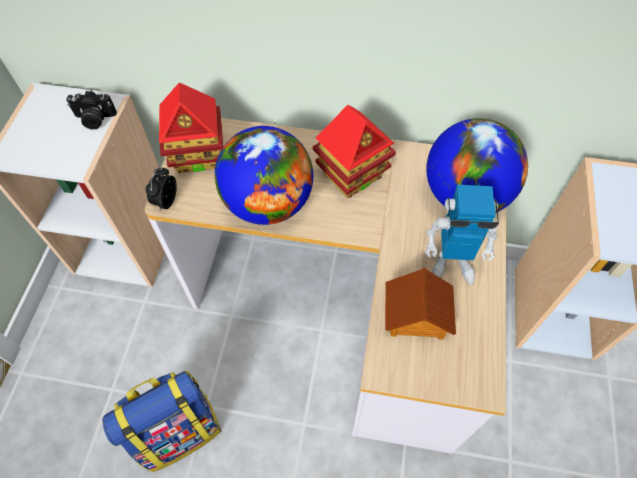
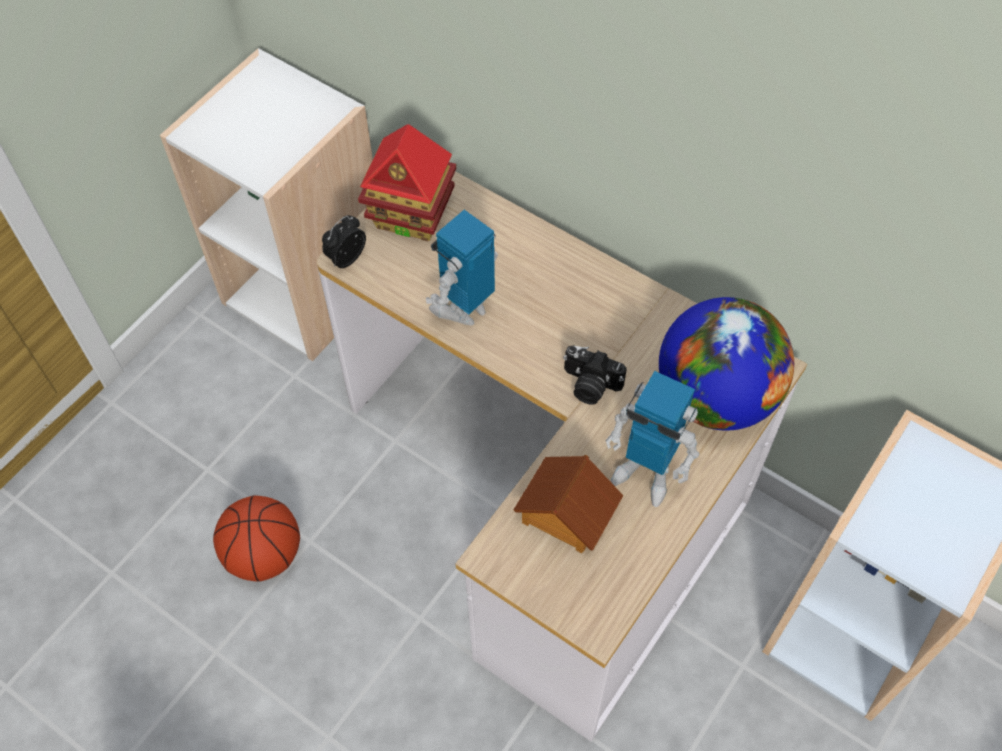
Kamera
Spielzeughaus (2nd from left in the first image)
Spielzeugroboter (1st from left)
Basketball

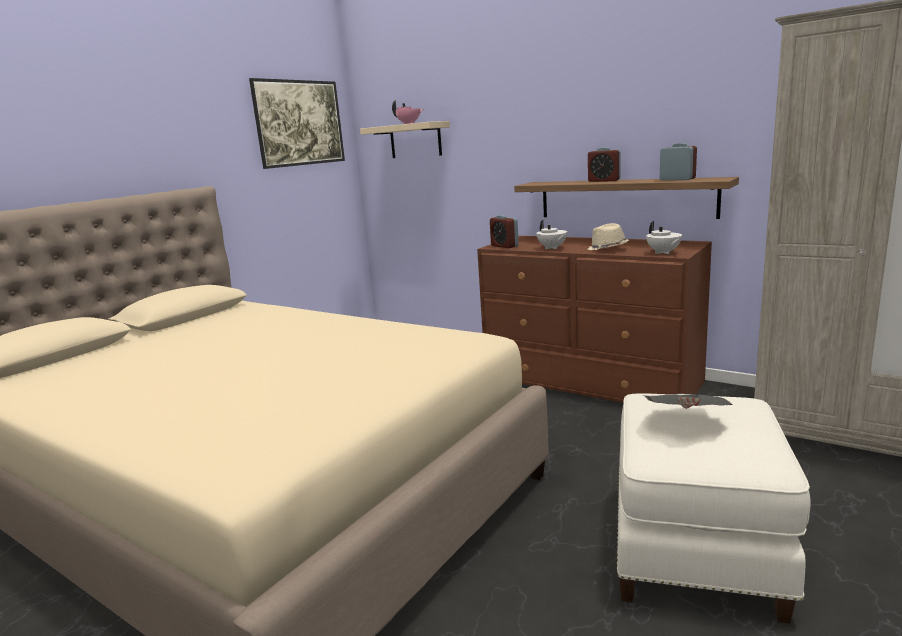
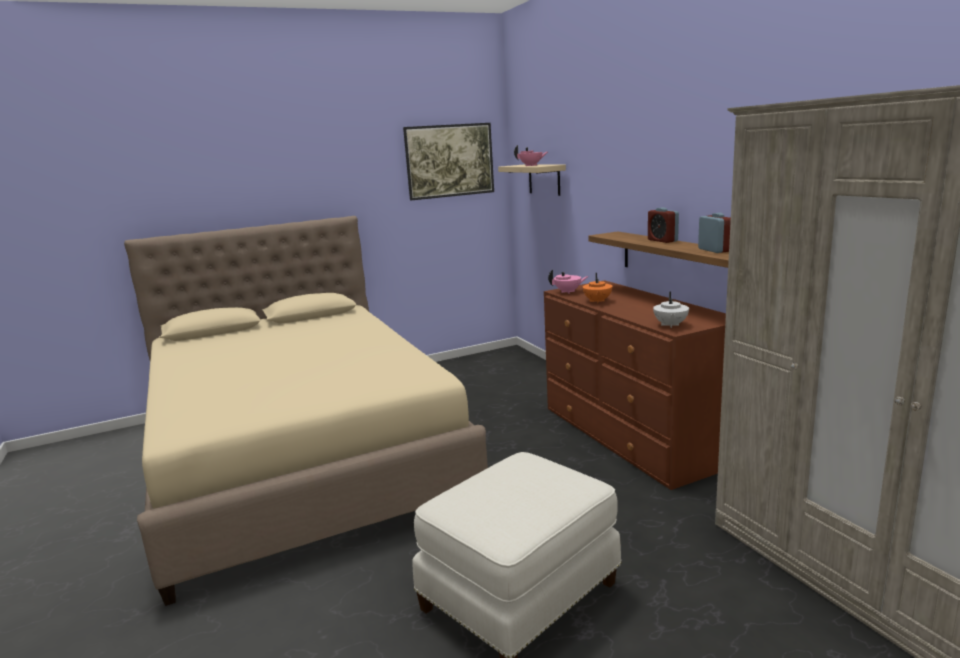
Teekanne (rosa) (2nd from left)
Teekanne (orange)
Hut (beige)
Zeitung

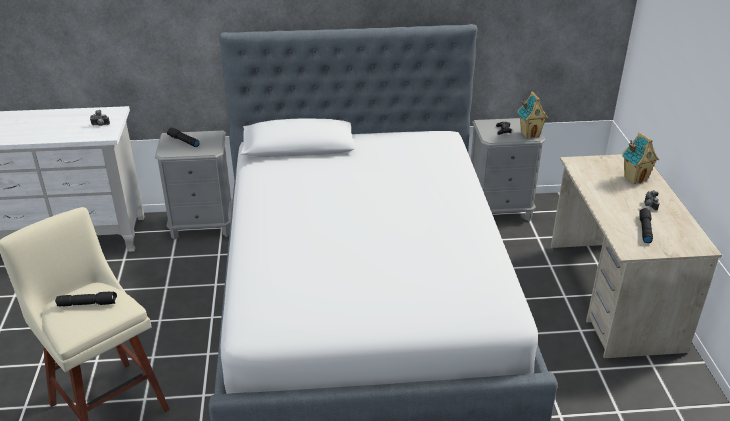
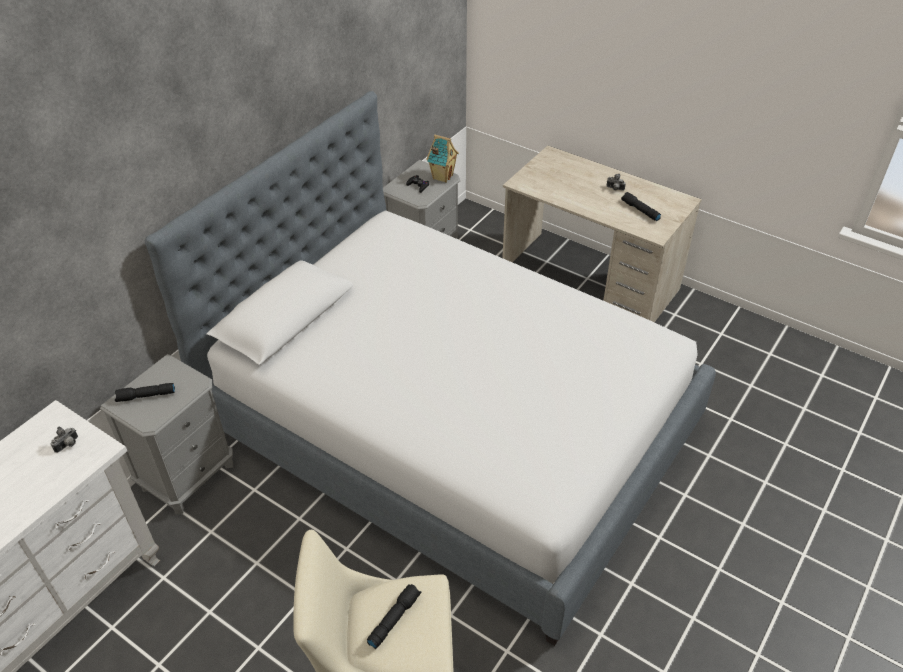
Spielzeughaus (2nd from left in the first image)

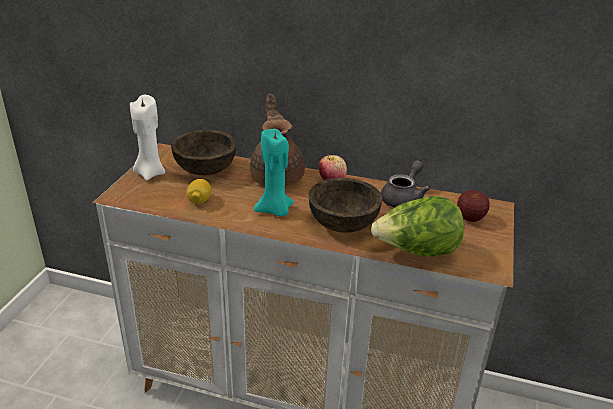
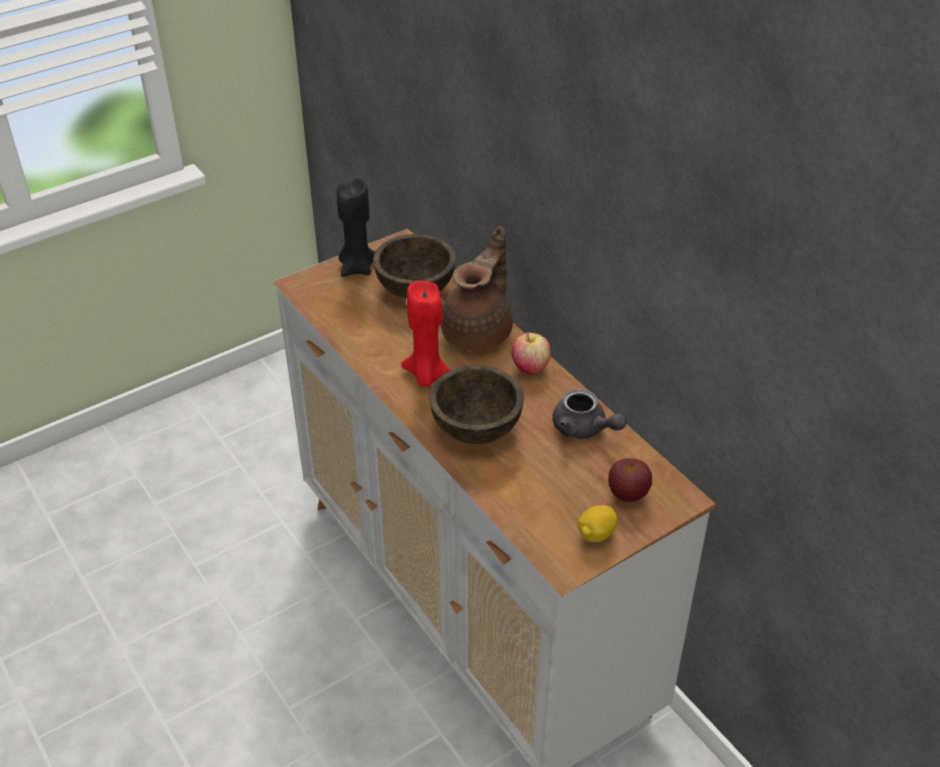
Kerze (schwarz)
Kerze (rot)
Teekanne (grau)
Zitrone
Salatkopf

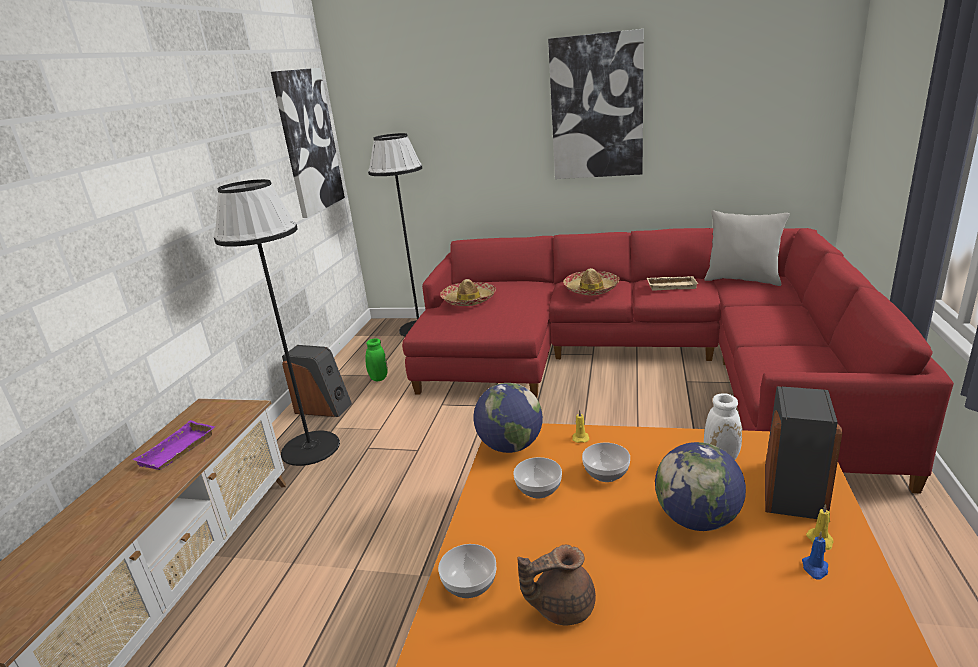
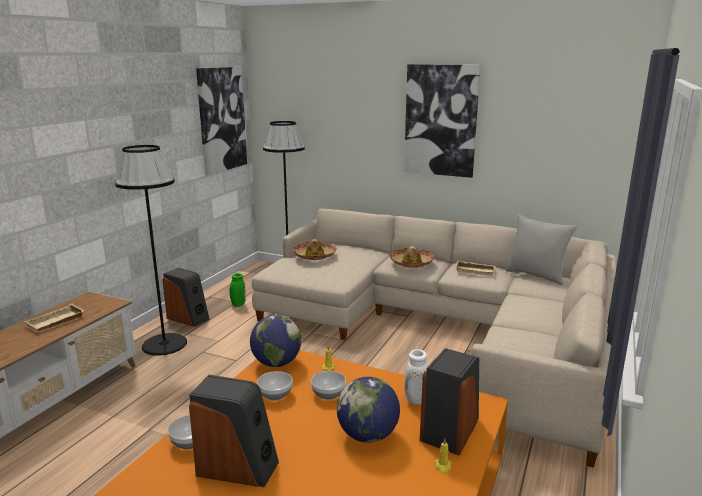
Sofa (beige)
Tablett (beige) (1st from left)
Kerze (blau)
Lautsprecher (2nd from left)

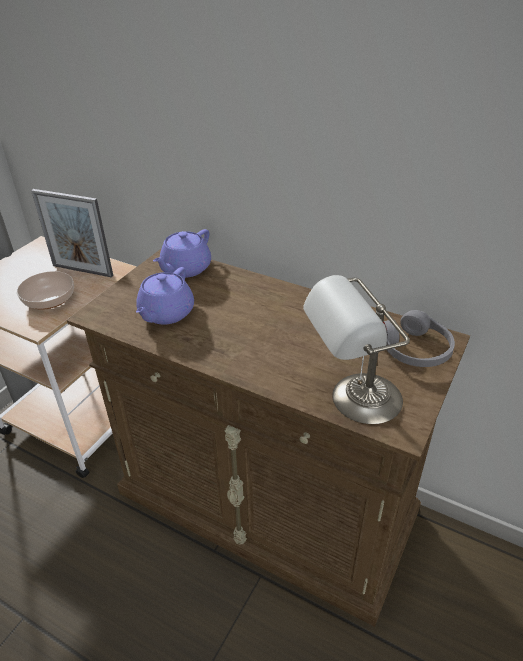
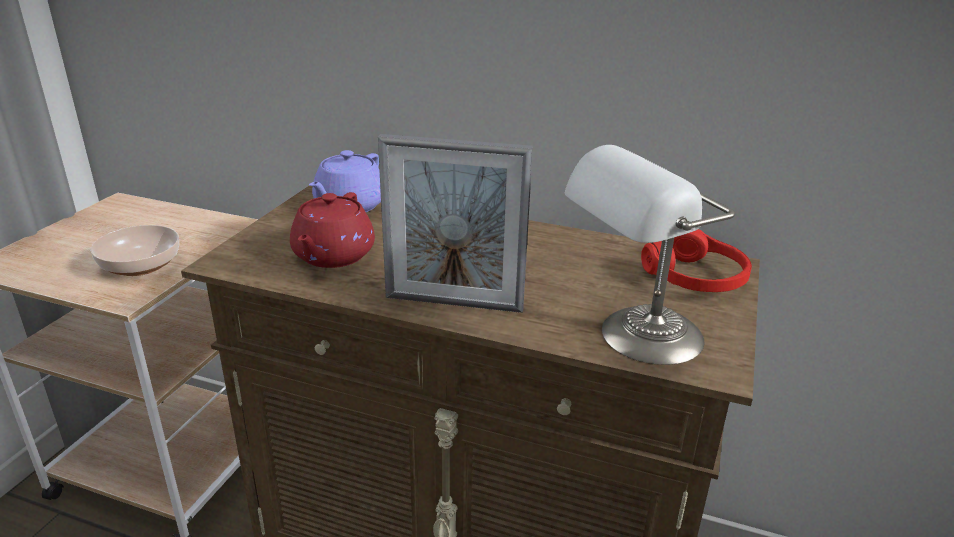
Bilderrahmen
Teekanne (rot)
Kopfhörer (rot)

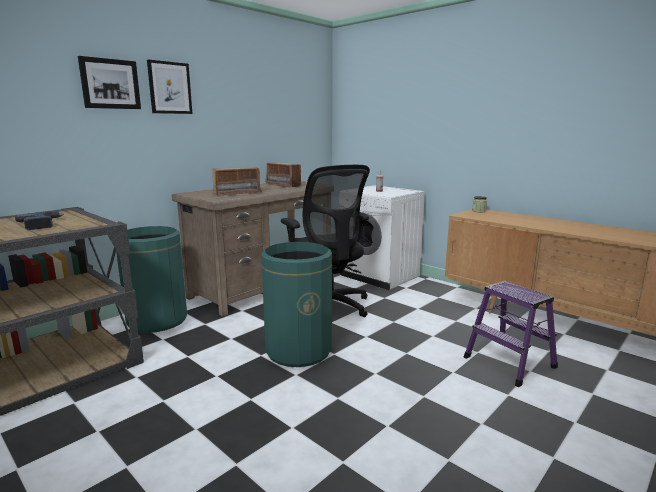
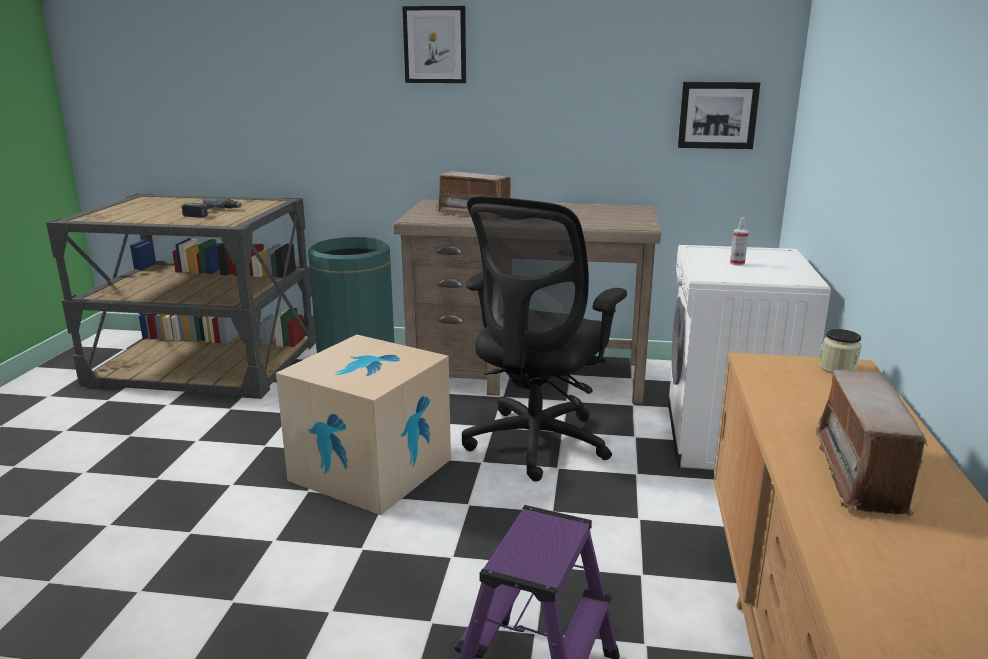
Bild (2nd from left)
Radio (2nd from left)
Karton

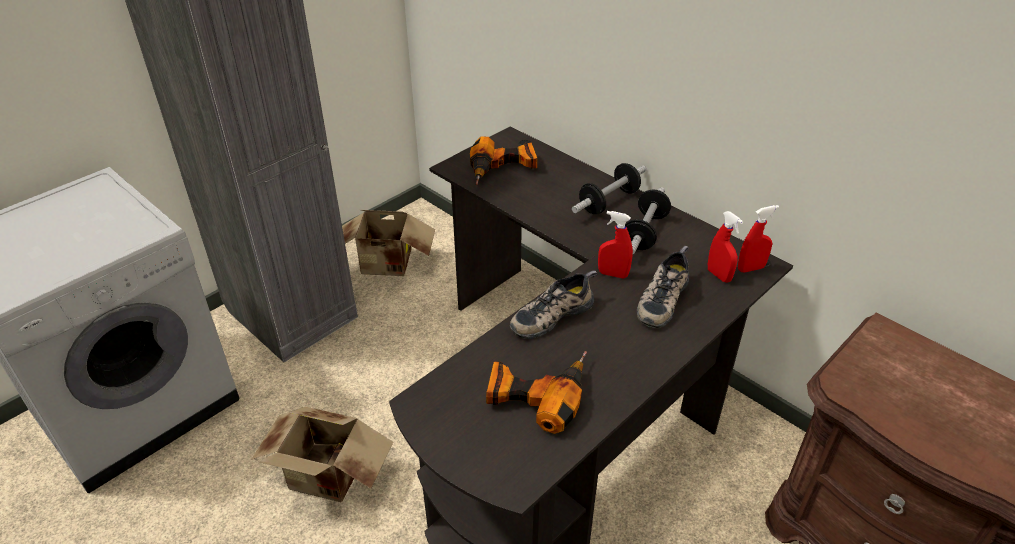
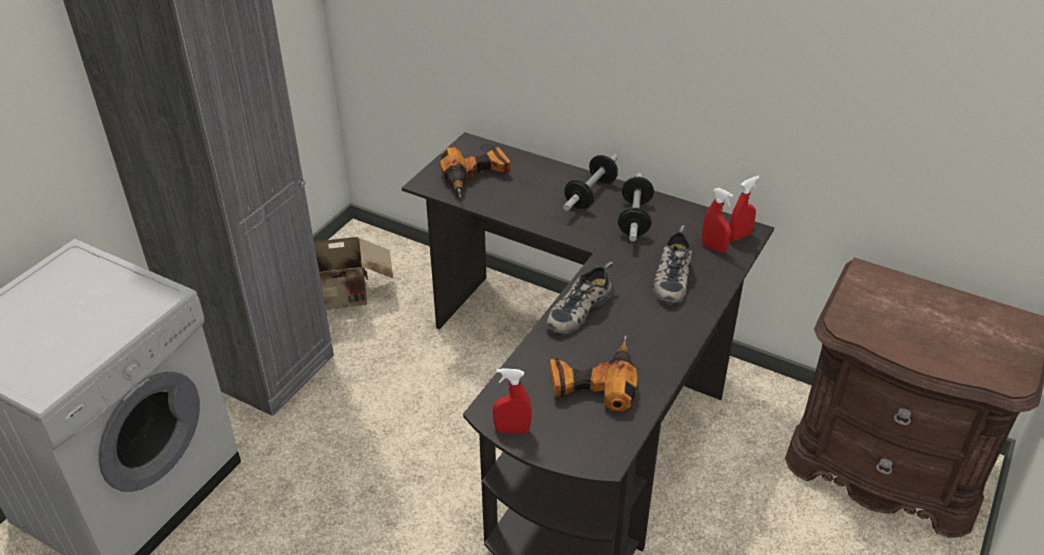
Sprühflasche (rot) (1st from left)
Karton (1st from left in the first image)

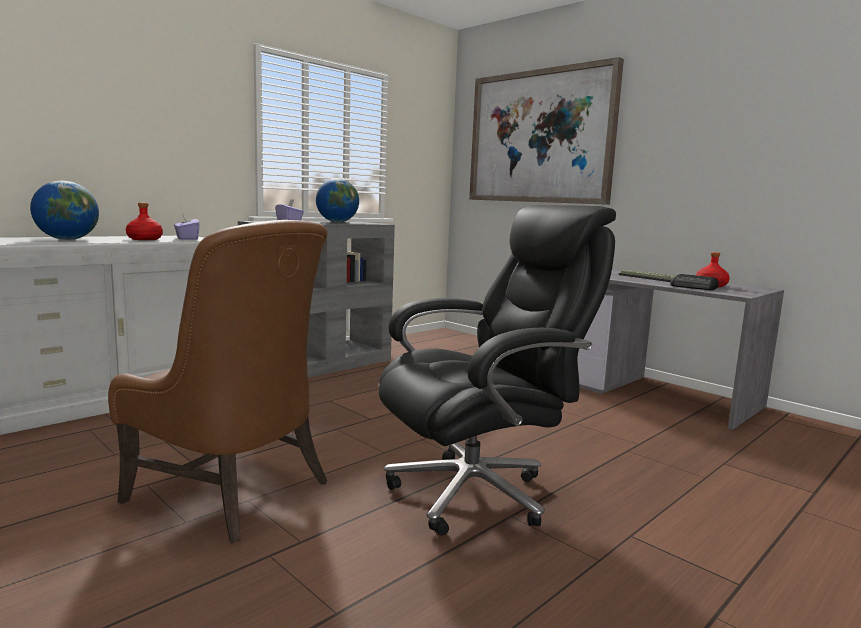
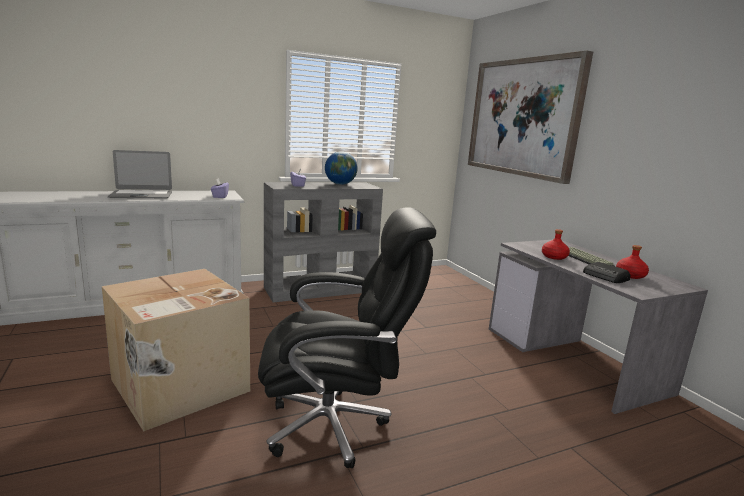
Laptop
Flasche (rot) (1st from left)
Karton

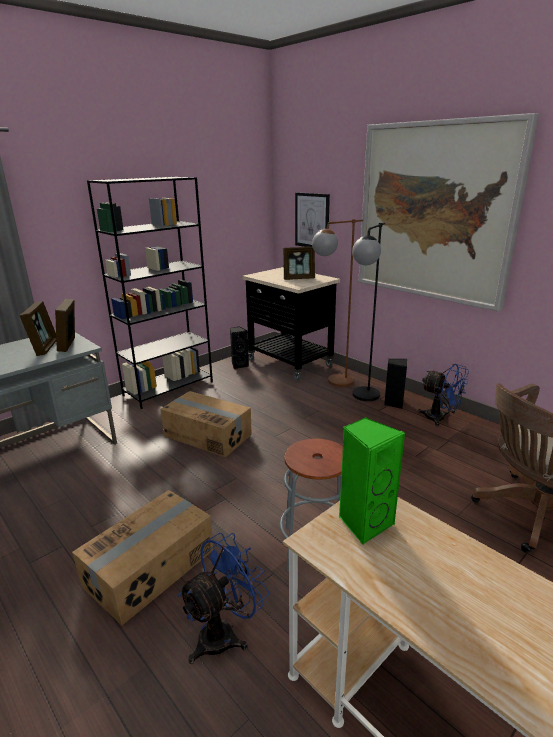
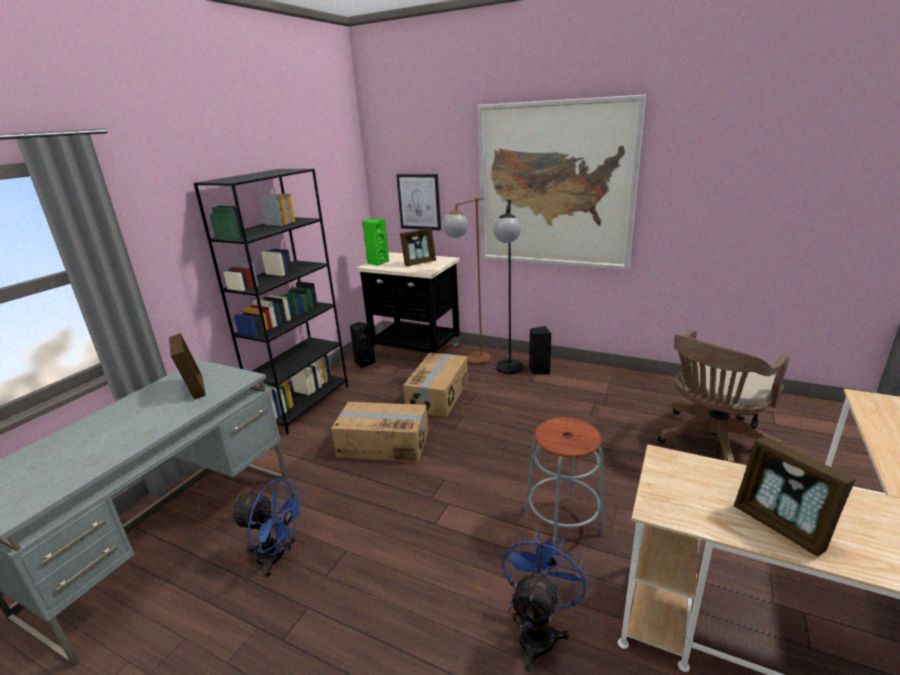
Bilderrahmen (3rd from left)
Ventilator (blau) (1st from left)
Lautsprecher (grün)
Karton (2nd from left)

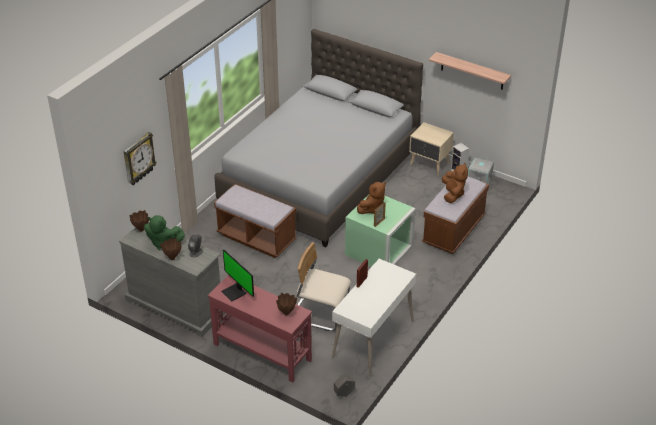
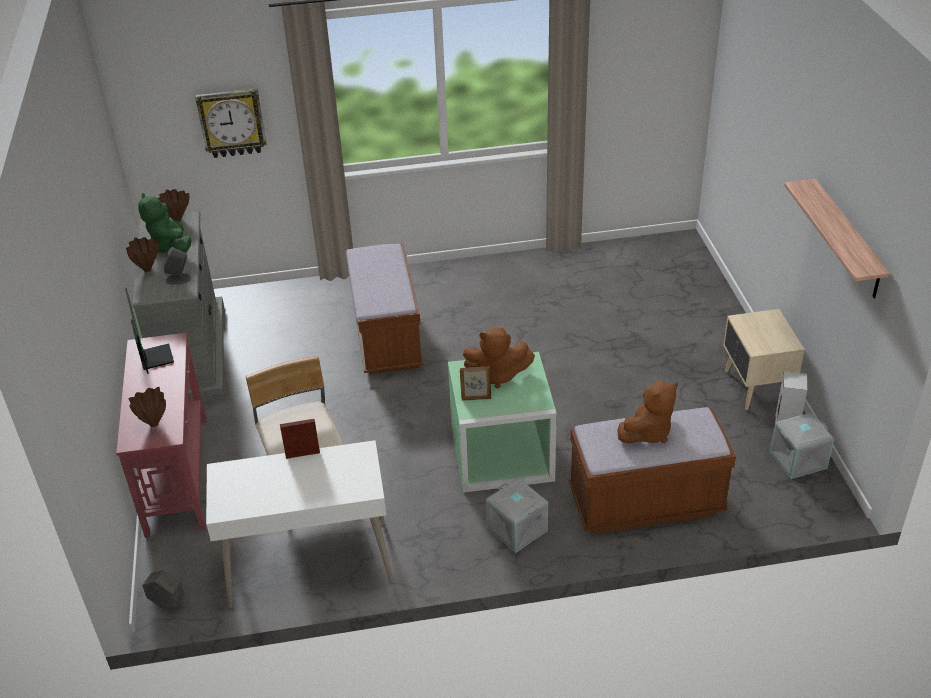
Bett (grau)
Monitor
Aufbewahrungsbox (grau) (1st from left)

